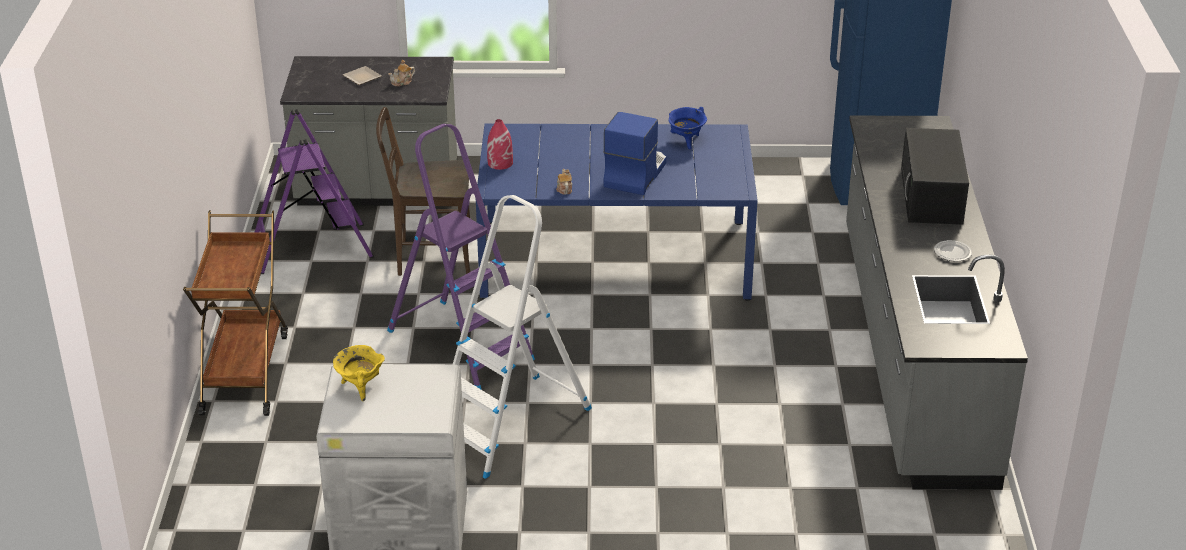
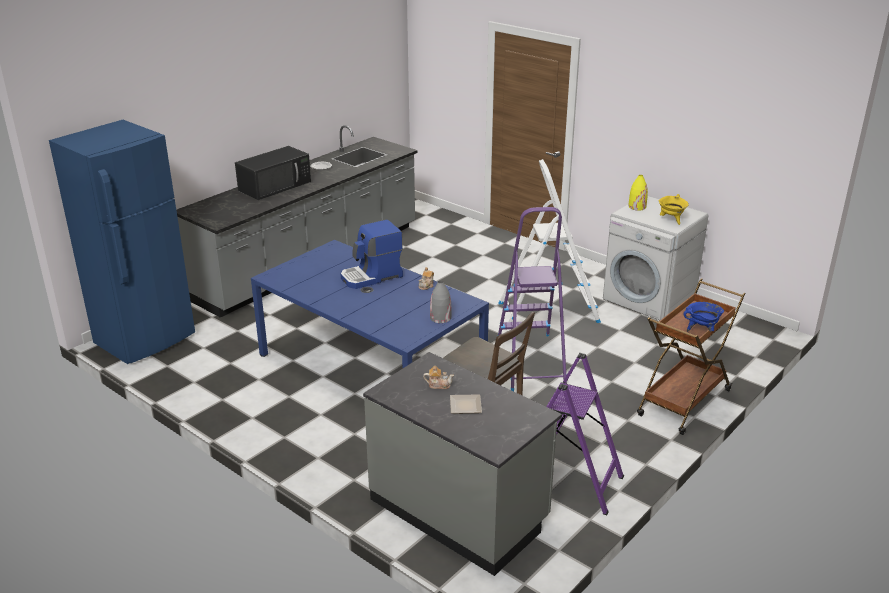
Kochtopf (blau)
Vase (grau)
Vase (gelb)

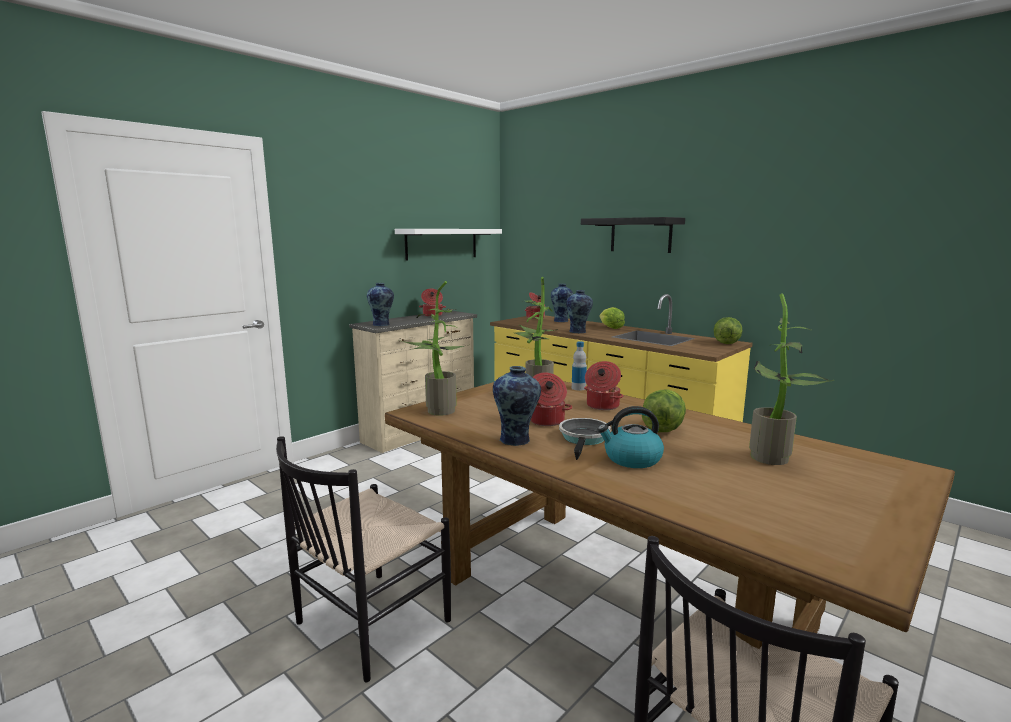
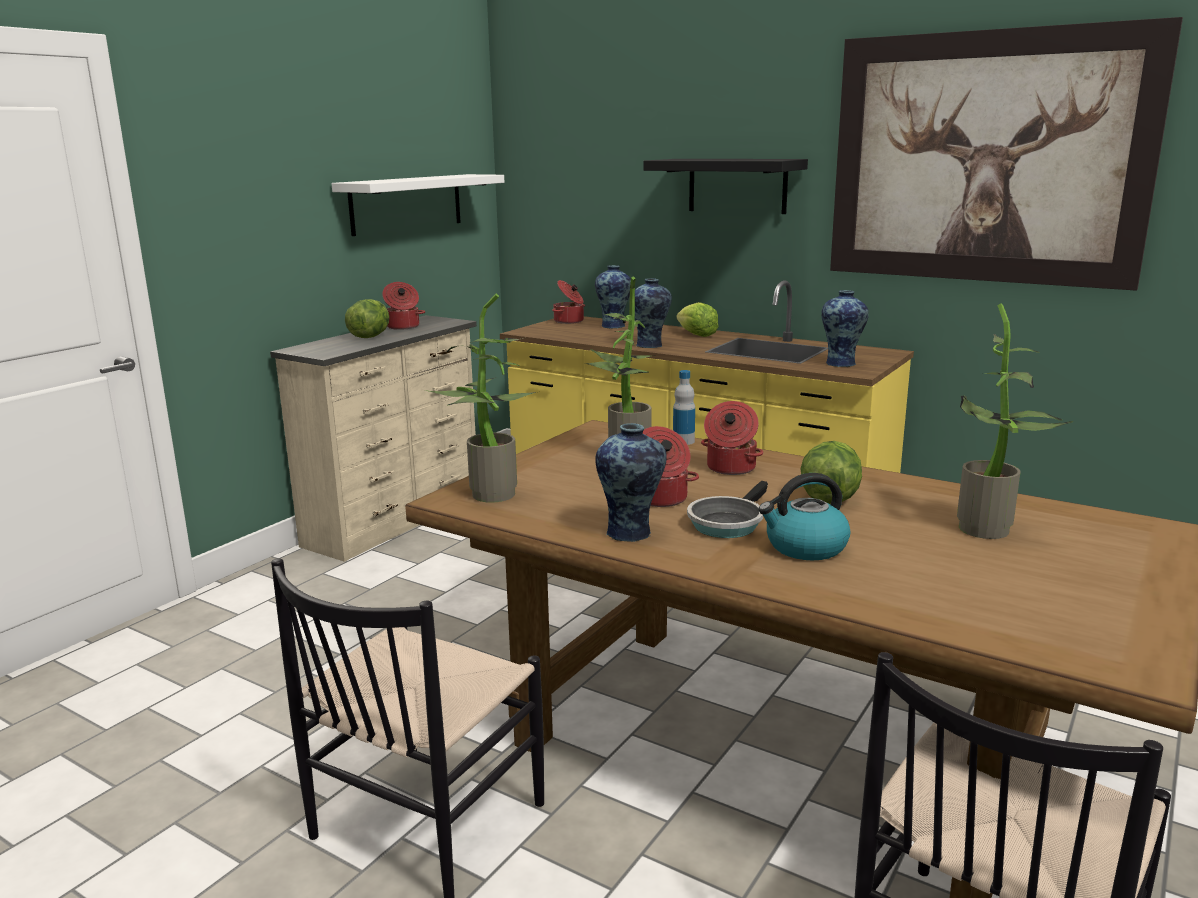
Vase (4th from left)
Salatkopf (1st from left)
Pfanne
Bild

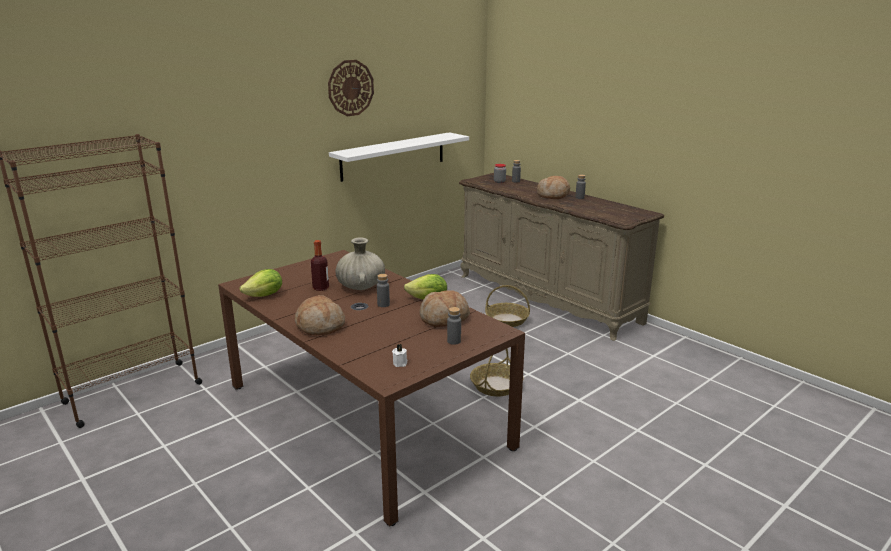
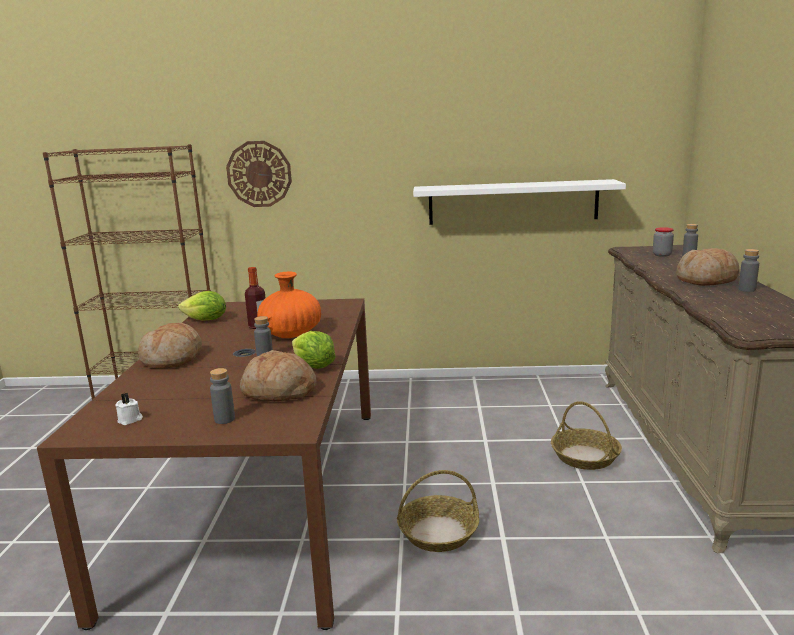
Wanduhr
Vase (orange)

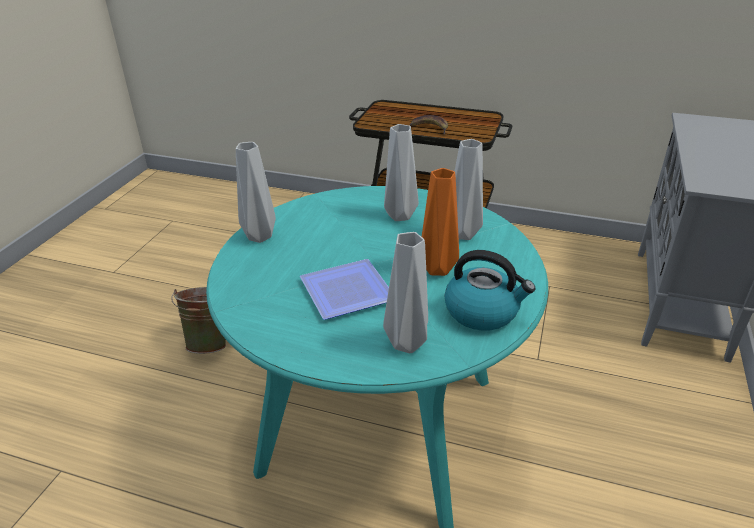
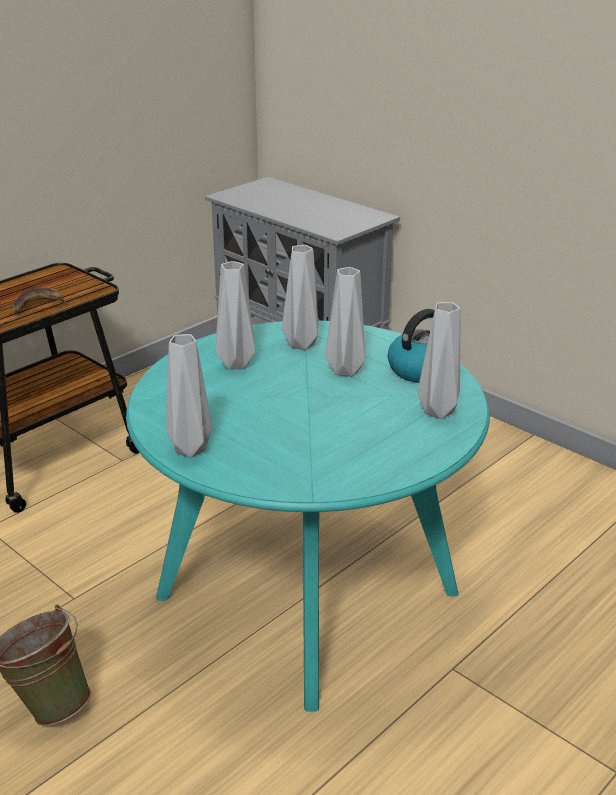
Vase (grau) (4th from left)
Teller

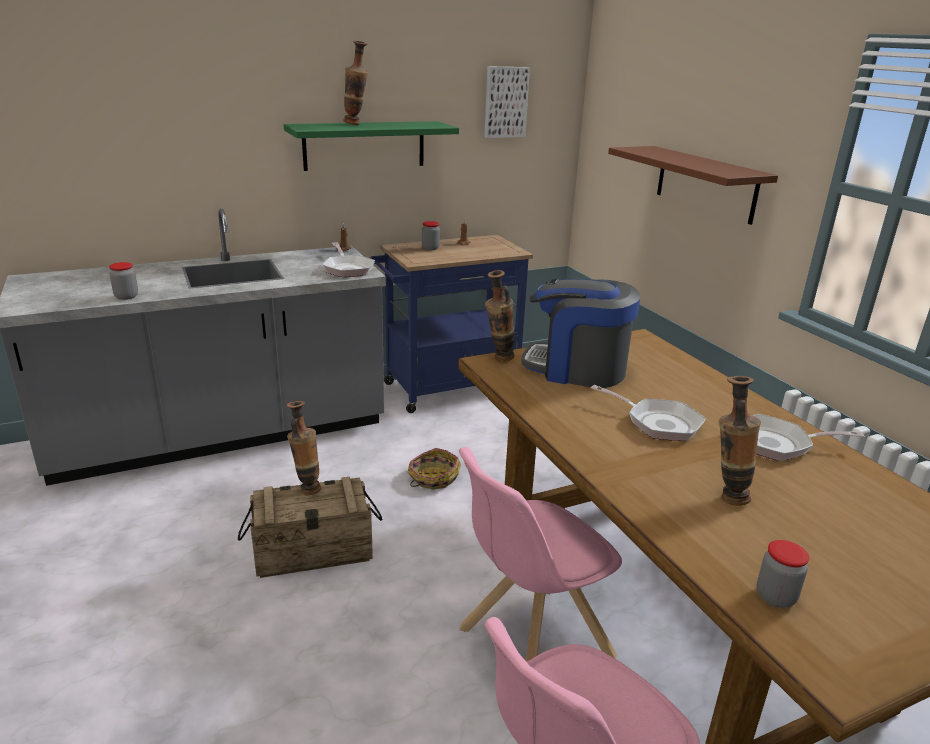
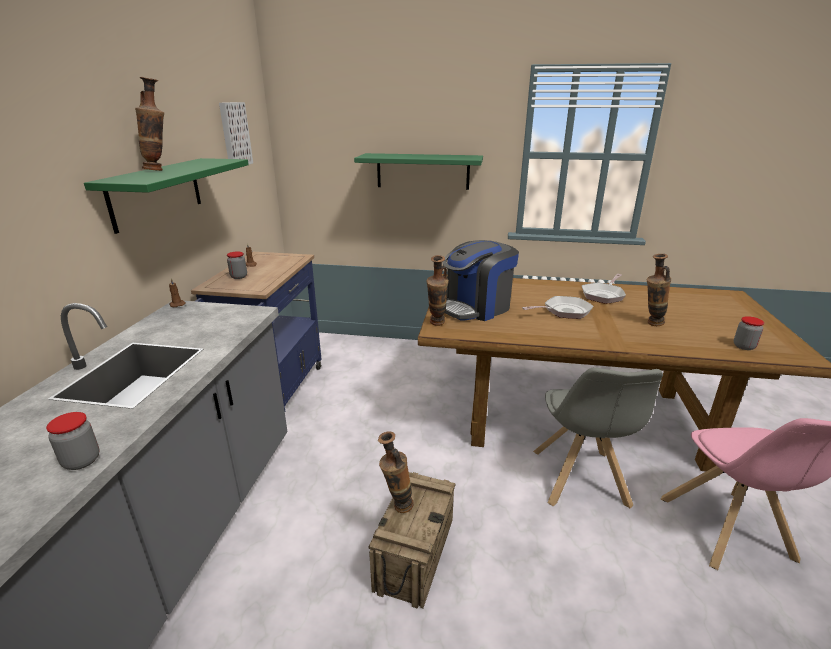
Wandregal (grün) (2nd from left)
Pfanne (1st from left in the first image)
Stuhl (grau)
Korb

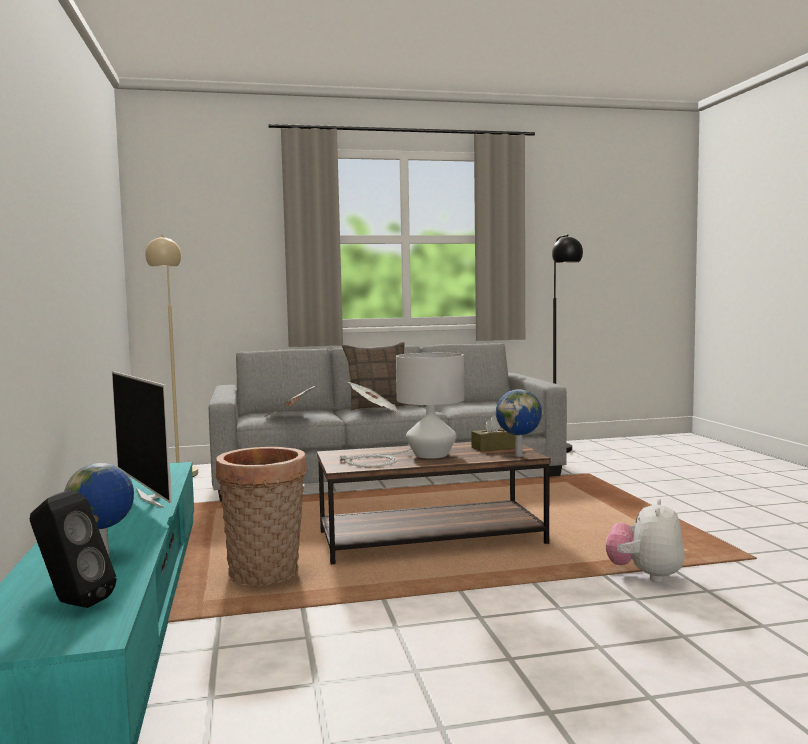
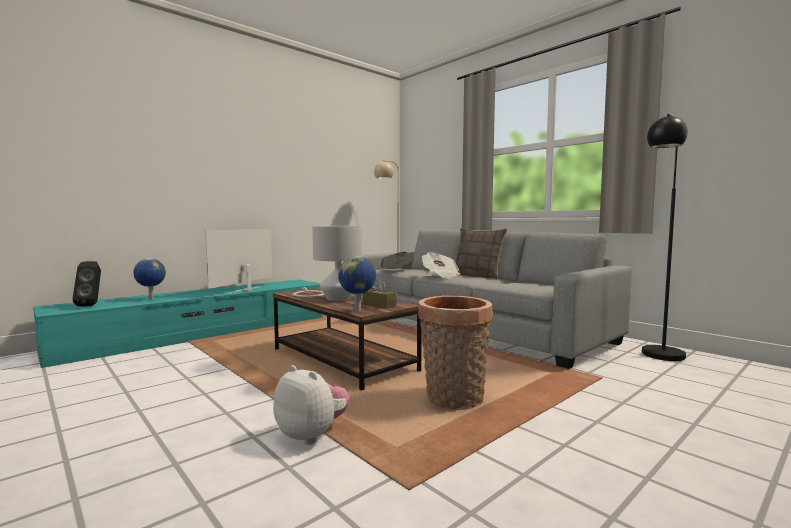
Korb
Plüschtier

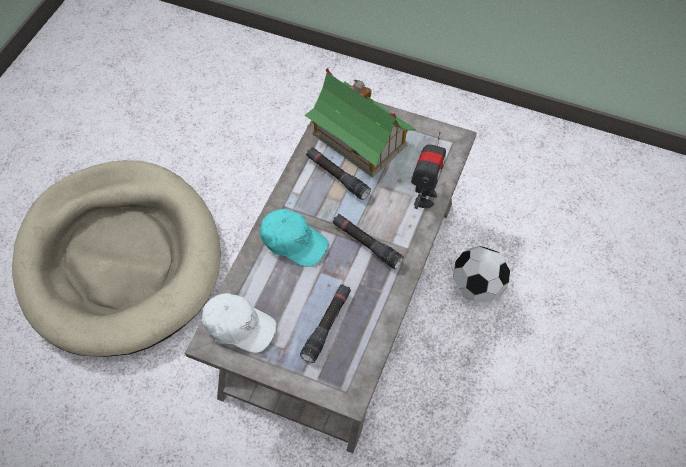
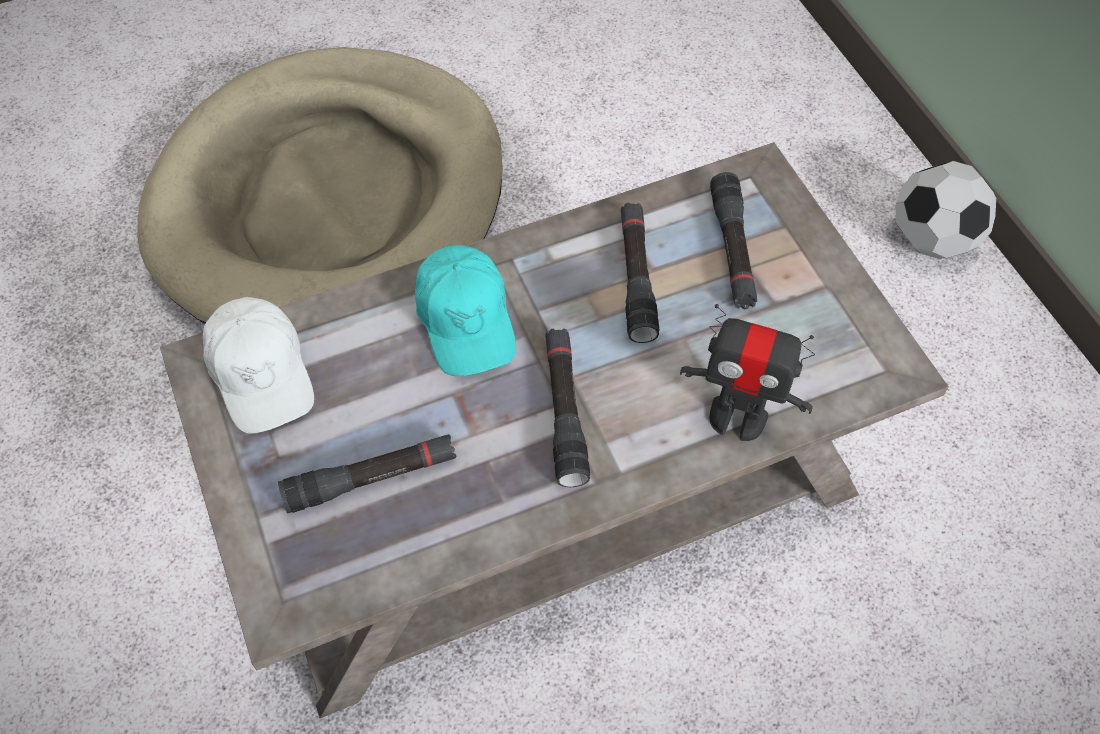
Taschenlampe (schwarz) (4th from left)
Spielzeugroboter
Fußball

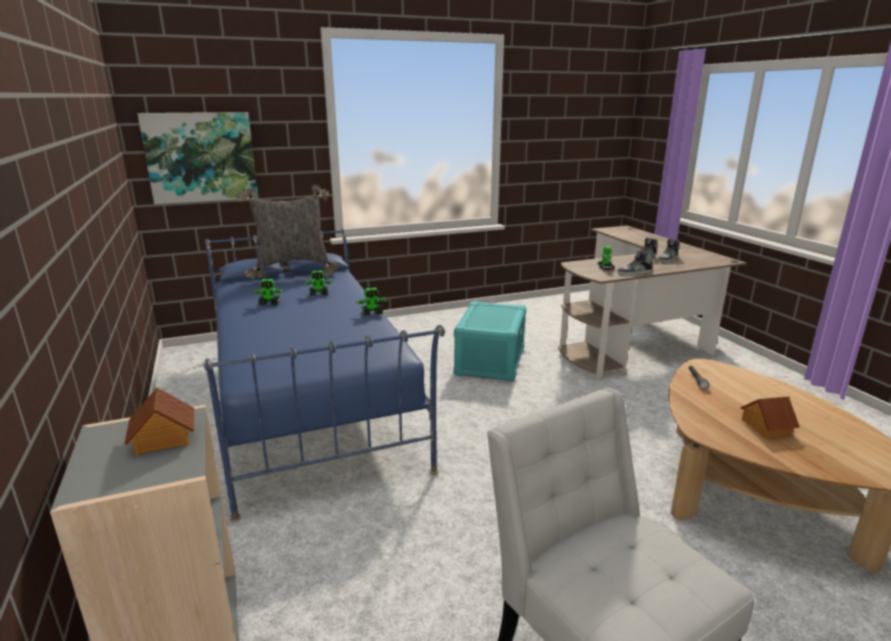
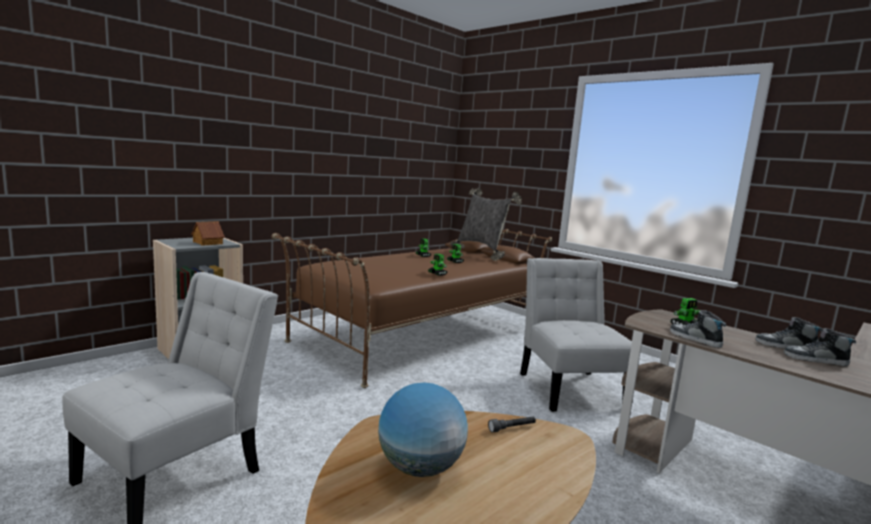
Bild
Bett (braun)
Stuhl (weiß) (2nd from left)
Globus

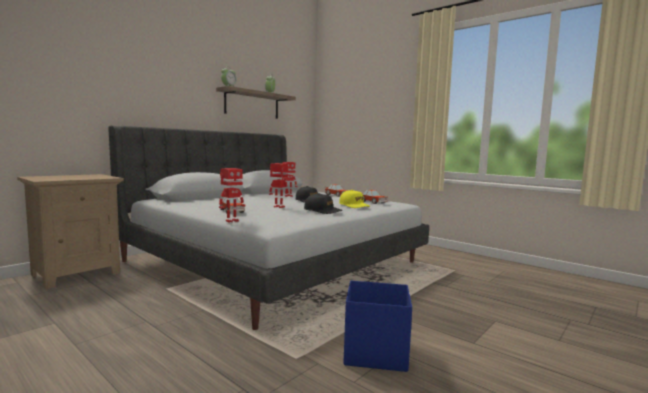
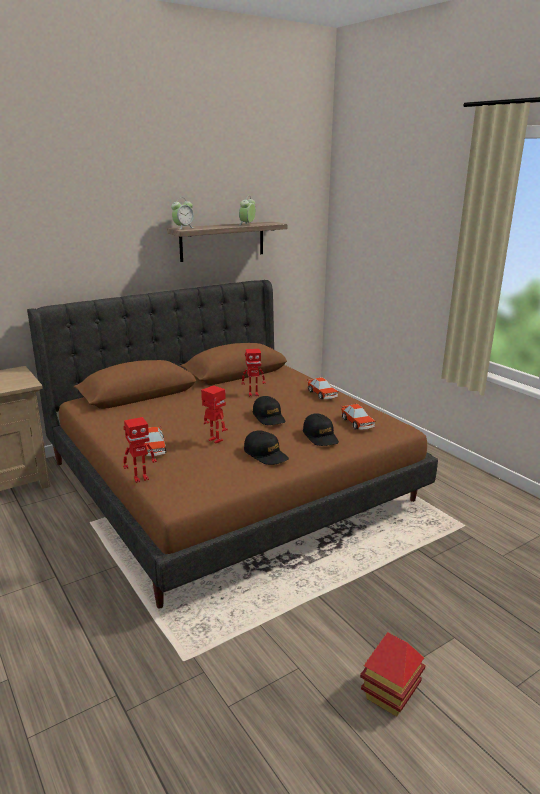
Bett (braun)
Kappe (schwarz) (3rd from left)
Aufbewahrungsbox (blau)
Spielzeughaus

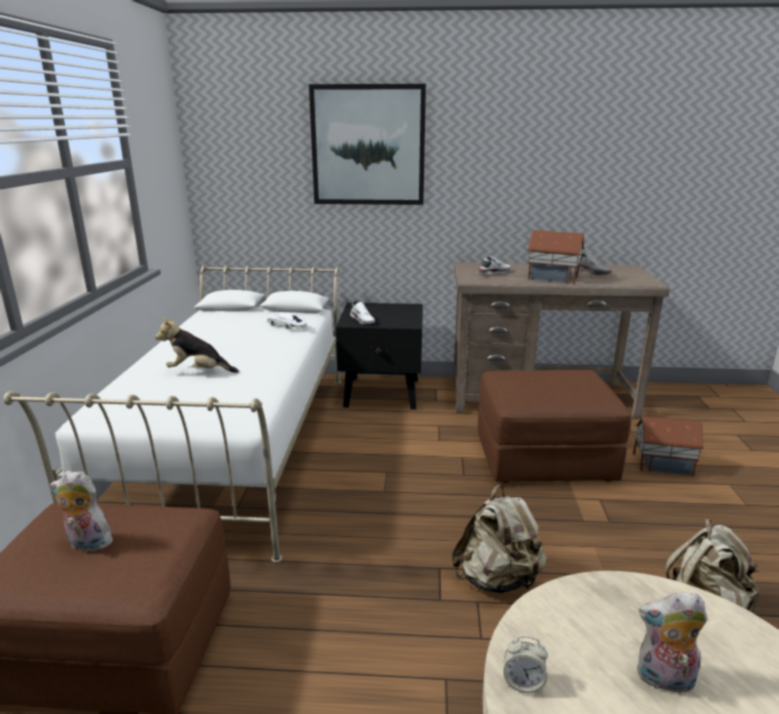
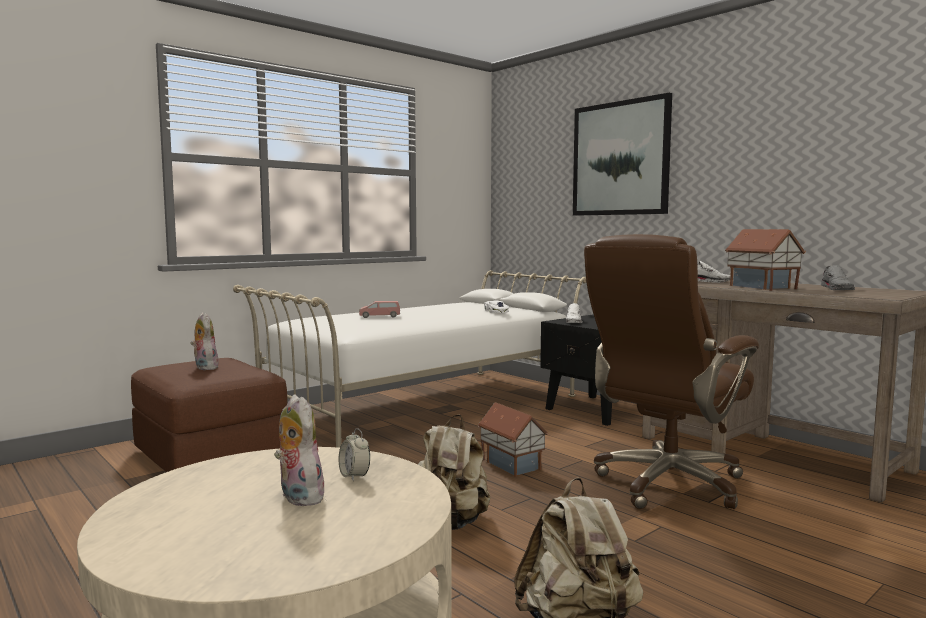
Spielzeugauto (rosa)
Bürostuhl (braun)
Spielzeughaus (1st from left)
Wecker

